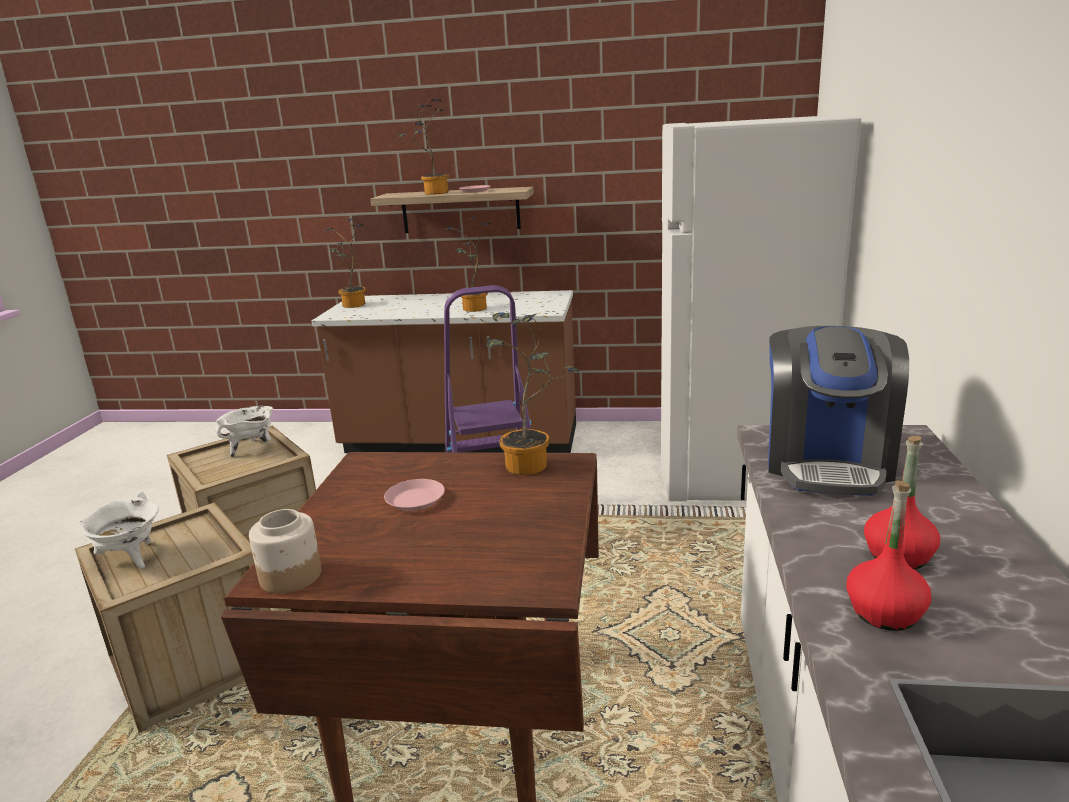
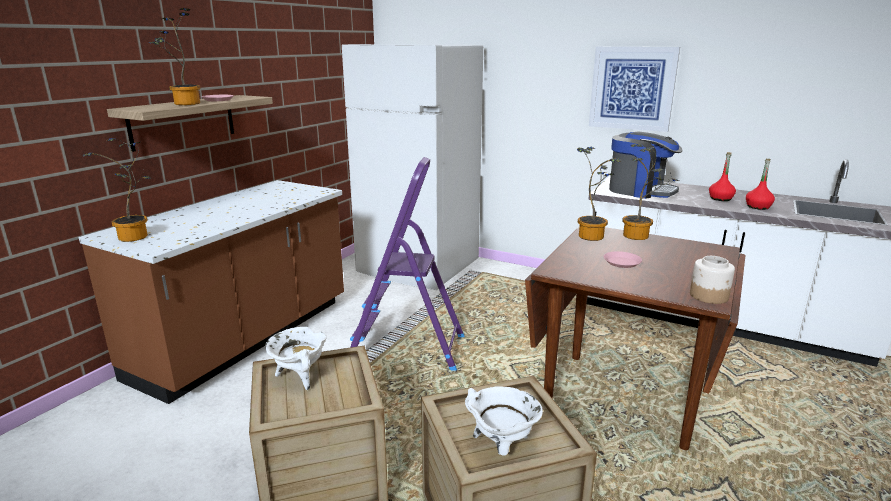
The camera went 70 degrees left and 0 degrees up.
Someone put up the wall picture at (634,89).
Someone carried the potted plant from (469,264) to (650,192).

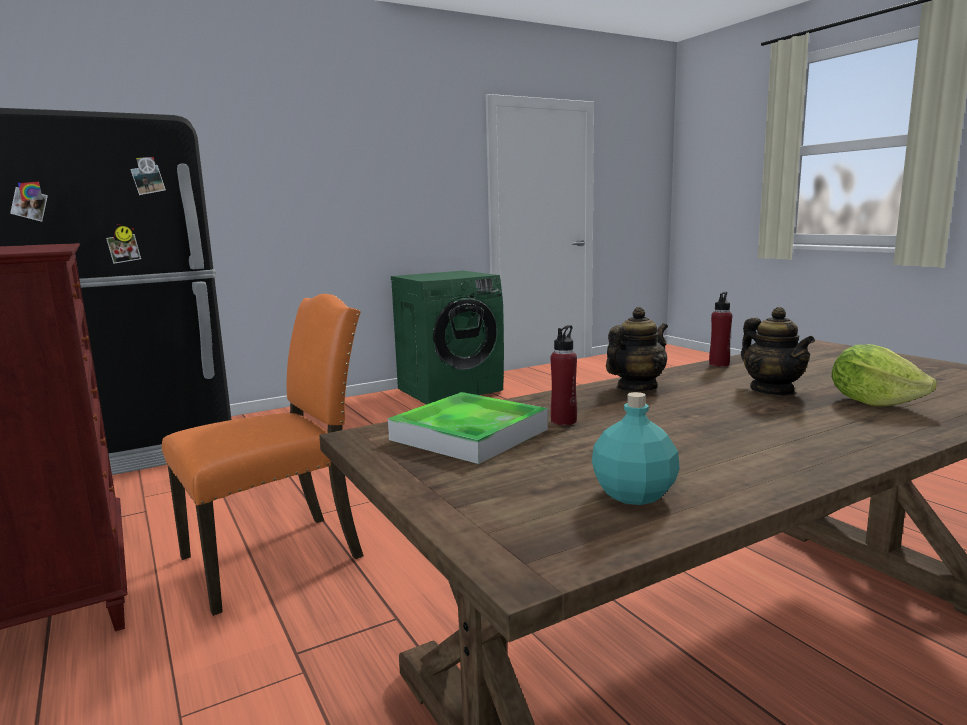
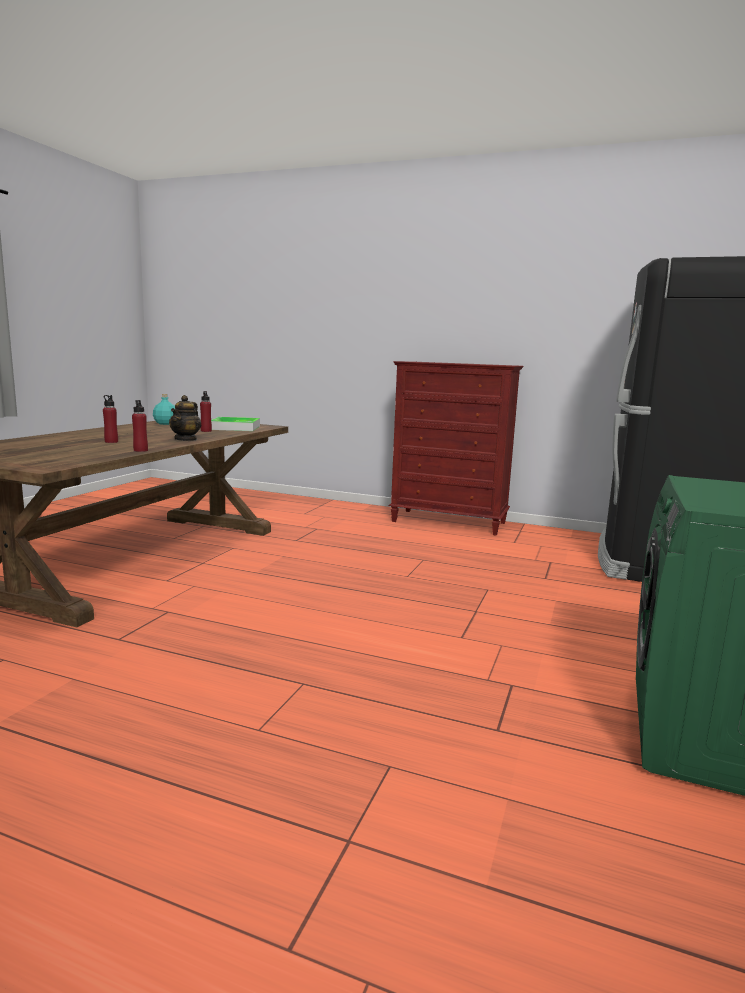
The camera went 140 degrees right and 0 degrees up.
Someone swapped the pot for tea at (778,351) for the red bottle at (110,419).
Someone took away the orange-coloured chair at (263,455).
Someone took away the head of lettuce at (884,375).

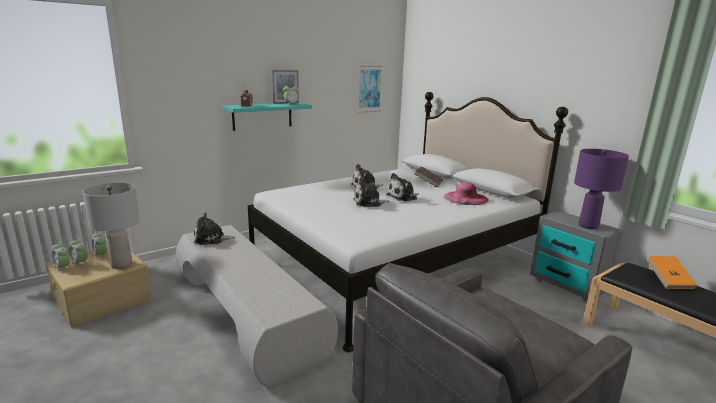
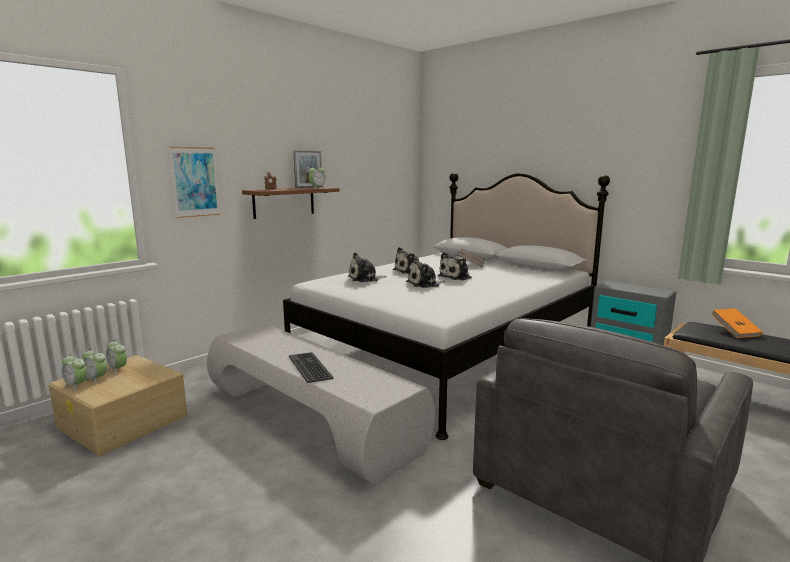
The camera went 10 degrees left and 5 degrees down.
Someone carried the wall picture from (370,89) to (195,182).
Someone repainted the turquoise bracket shelf at (267,117), which became the brown bracket shelf at (290,203).
Someone put down the keyboard at (311,367).
Someone carried the plush toy from (214,228) to (367,267).
Someone took away the gray lamp for a table at (111,226).
Someone took away the pinkish clothing hat at (466,193).
Someone took away the purplish lamp for a table at (601,189).

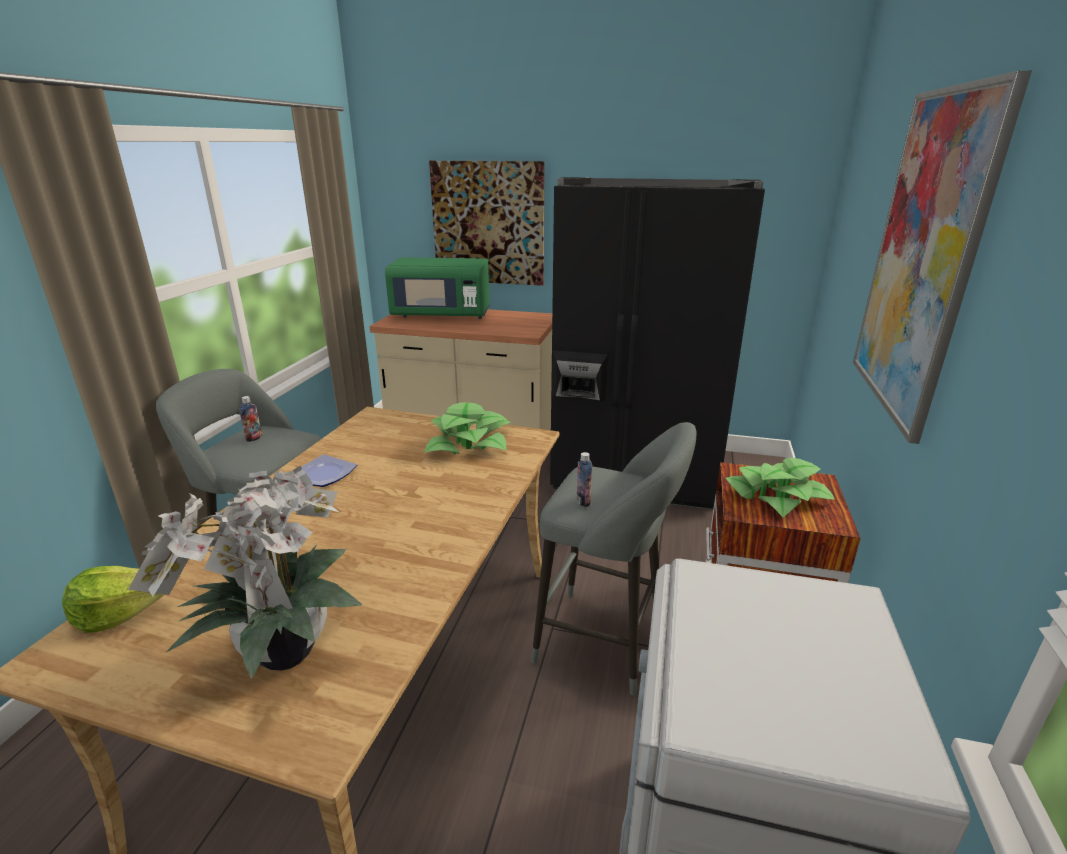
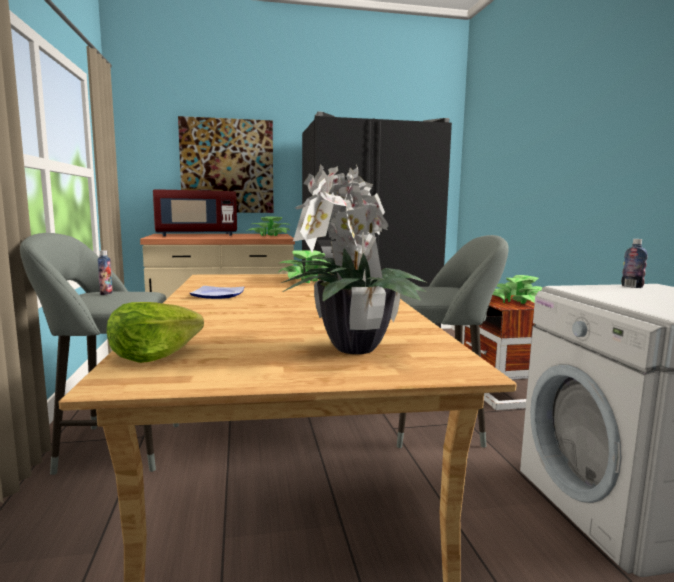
The camera went 25 degrees left and 15 degrees down.
Someone repainted the green-coloured microwave at (437,288), which became the red microwave at (195,212).
Someone put down the potted plant at (268,226).
Someone carried the bottle from (584,479) to (634,263).
Someone took away the wall picture at (942,257).

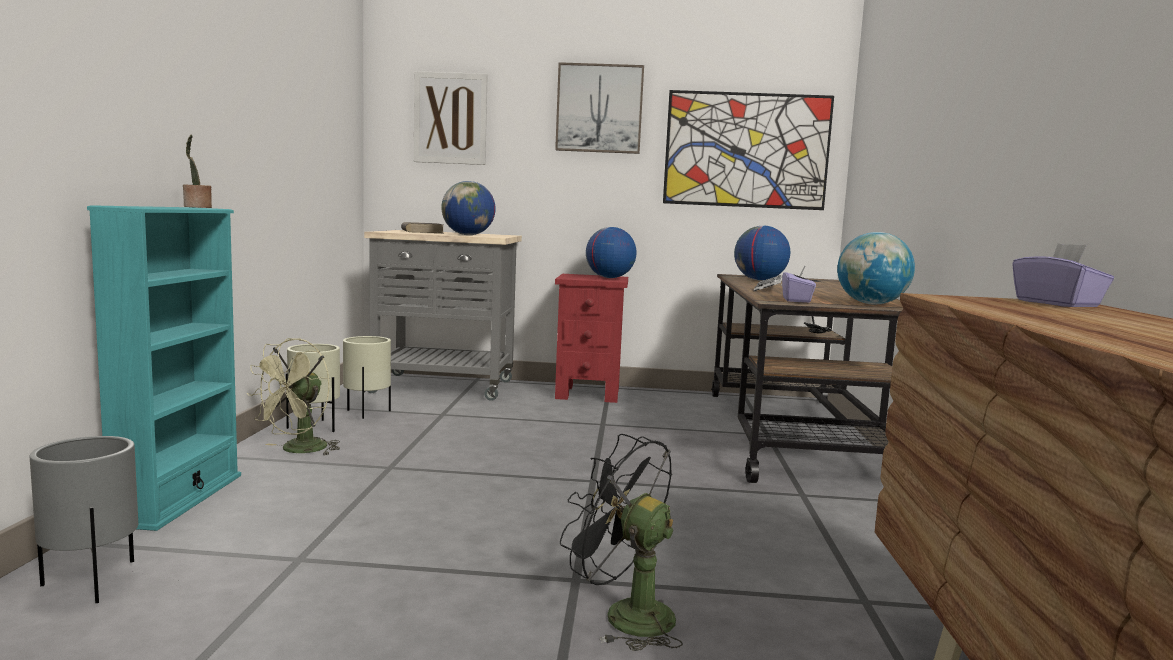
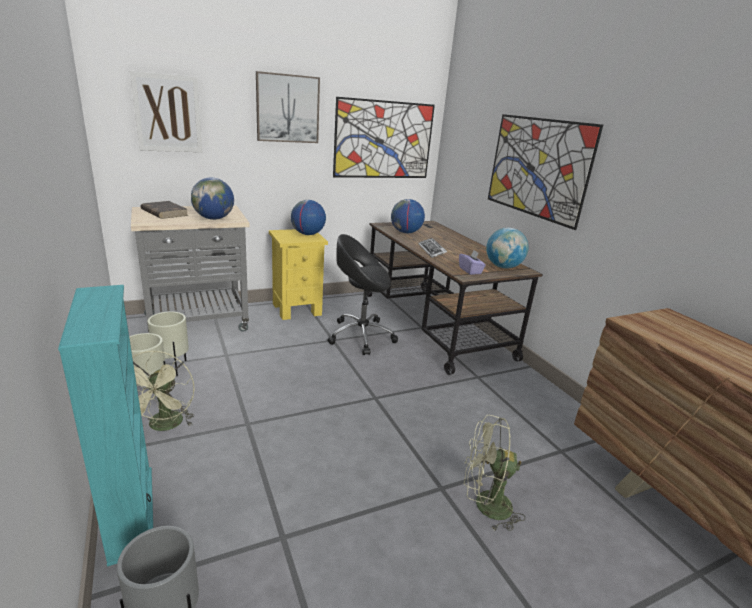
The camera went 30 degrees left and 15 degrees up.
Someone repainted the red nightstand at (591,338), which became the yellowish nightstand at (298,274).
Someone put down the blackish office chair at (363,294).
Someone repainted the blackish electric fan at (621,542), which became the green-coloured electric fan at (494,473).
Someone put up the wall picture at (545,172).
Someone took away the potted plant at (197,171).
Someone took away the purplish tissue box at (1063,275).

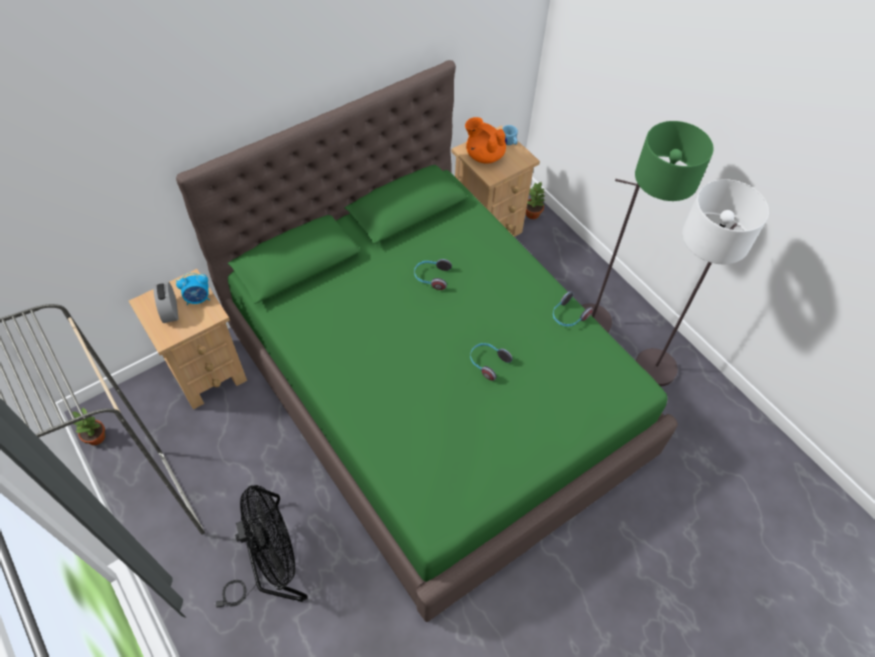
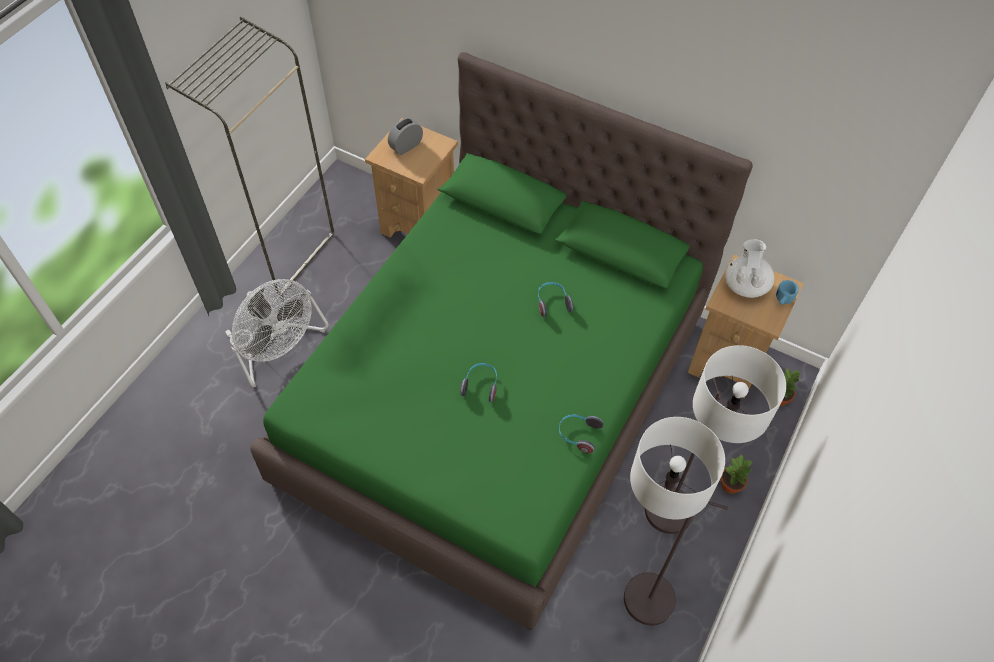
The camera went 65 degrees right and 0 degrees up.
Someone repainted the blackish electric fan at (261,546), which became the white-coloured electric fan at (276,333).
Someone repainted the green-coloured standing lamp at (647,227), which became the white-coloured standing lamp at (715,439).
Someone carried the potted plant from (88,426) to (736,474).
Someone repainted the orange-coloured pot for tea at (485,140), which became the white-coloured pot for tea at (749,269).
Someone took away the bedside clock at (193,289).

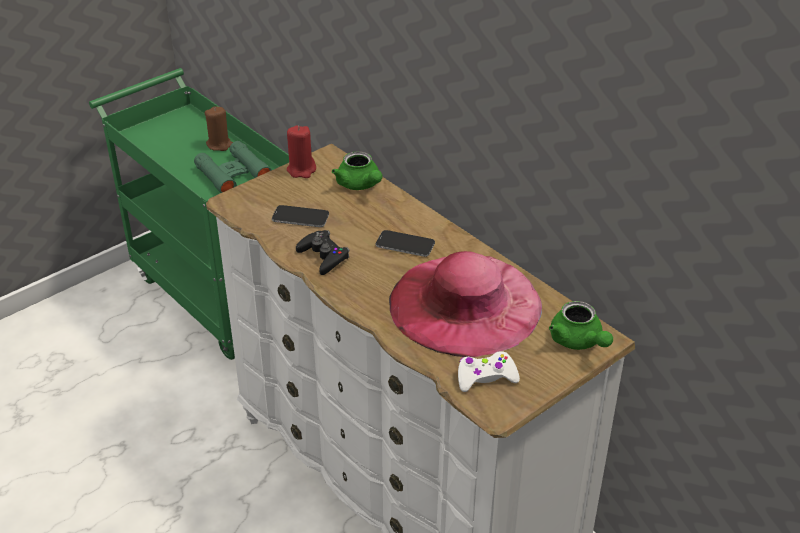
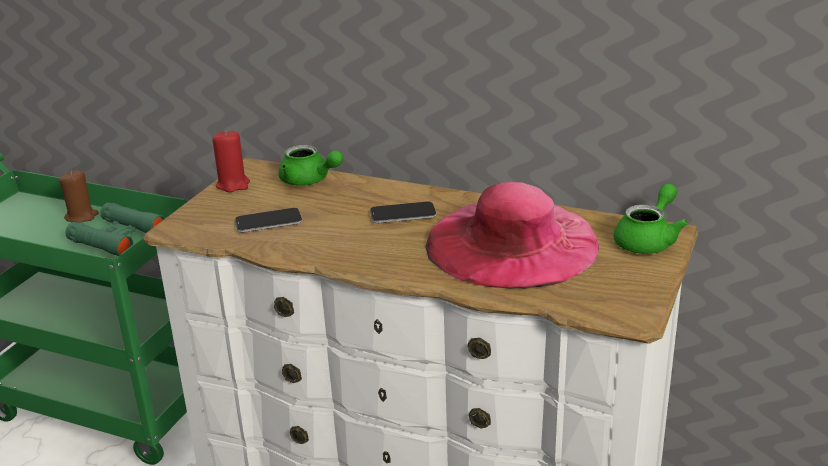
The camera went 25 degrees left and 10 degrees down.
Someone rotated the green-coloured pot for tea at (581,325) by 90 degrees counterclockwise.
Someone took away the blackish game controller at (322,252).
Someone took away the white-coloured game controller at (489,371).

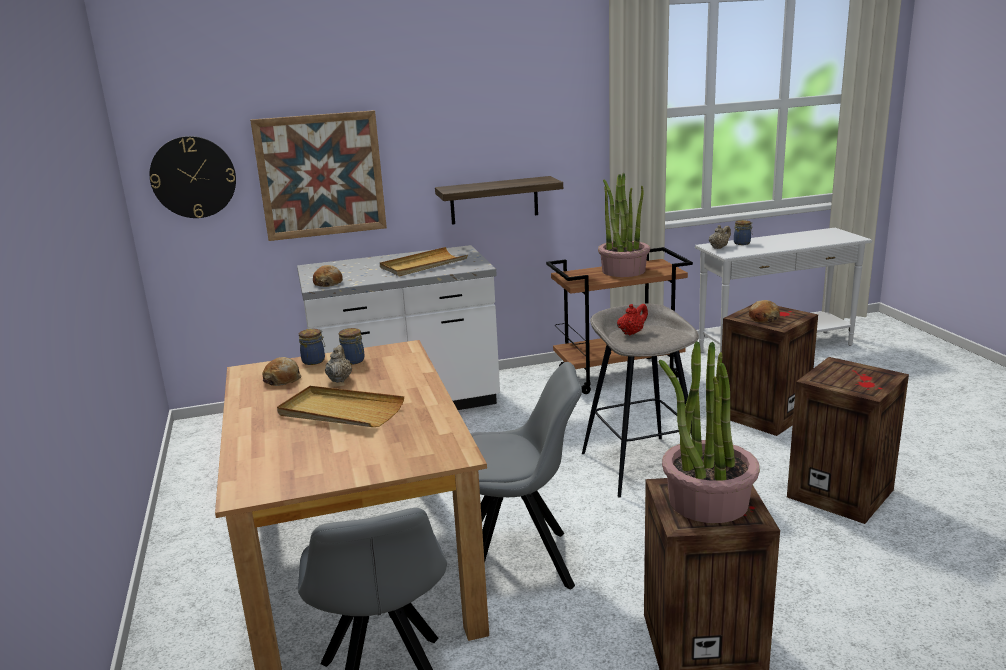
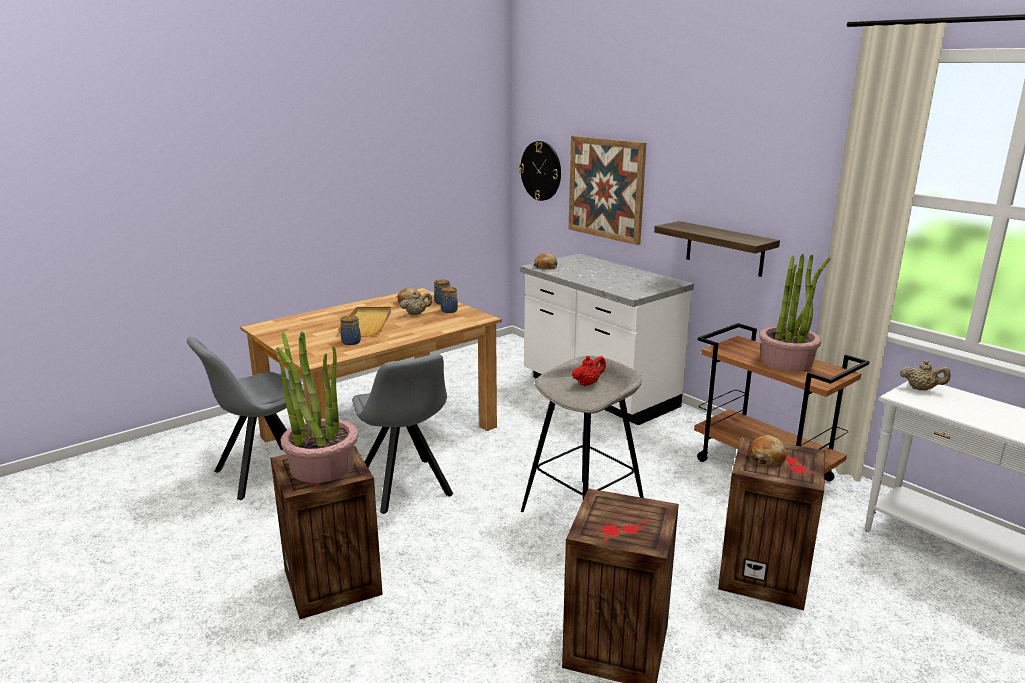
The camera went 65 degrees right and 0 degrees up.
Someone carried the jar from (743,232) to (350,330).
Someone rotated the red pot for tea at (632,320) by 60 degrees counterclockwise.
Someone took away the sand-coloured tray at (424,261).

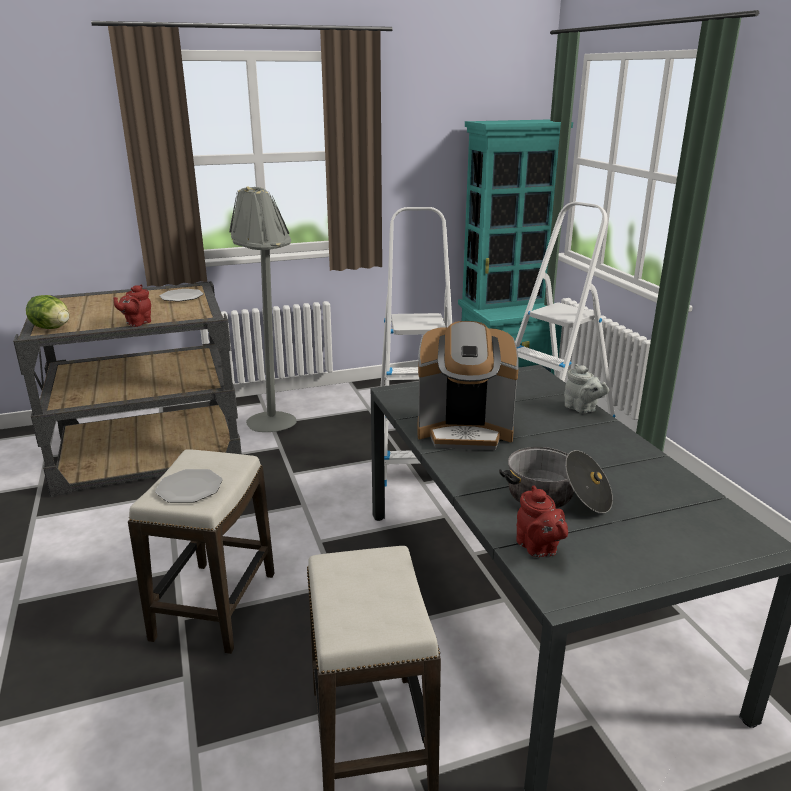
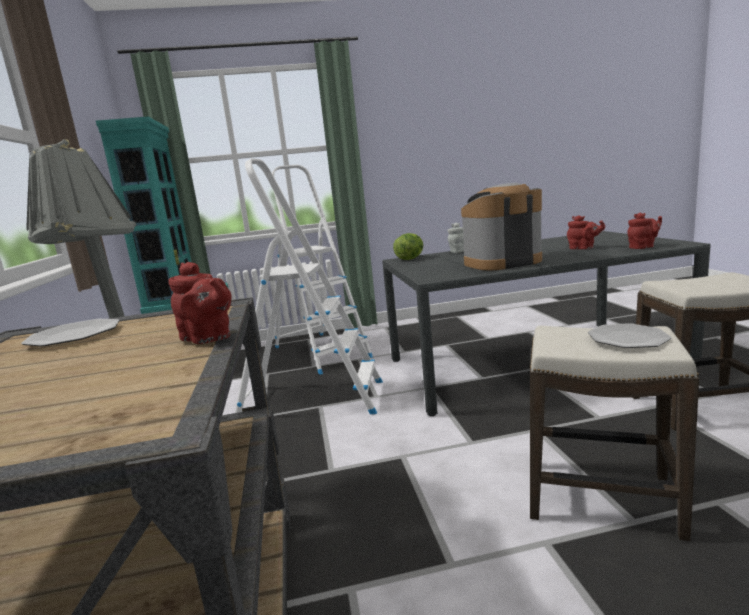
The camera went 80 degrees left and 10 degrees down.
Someone carried the head of lettuce from (47,312) to (408,246).
Someone rotated the coffee maker at (468,385) by 120 degrees counterclockwise.
Someone swapped the saucepot at (556,480) for the red pot for tea at (586,232).

